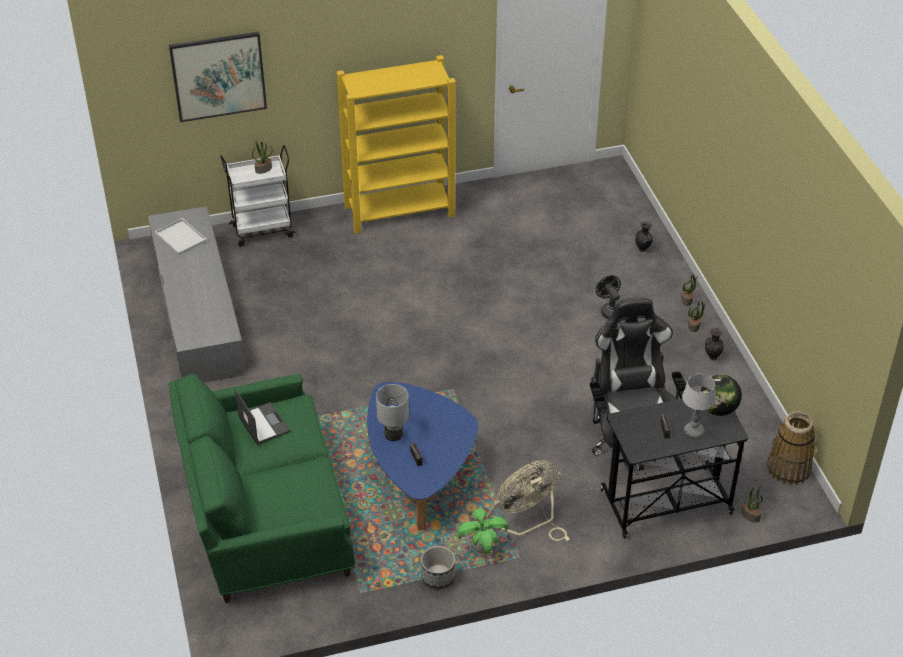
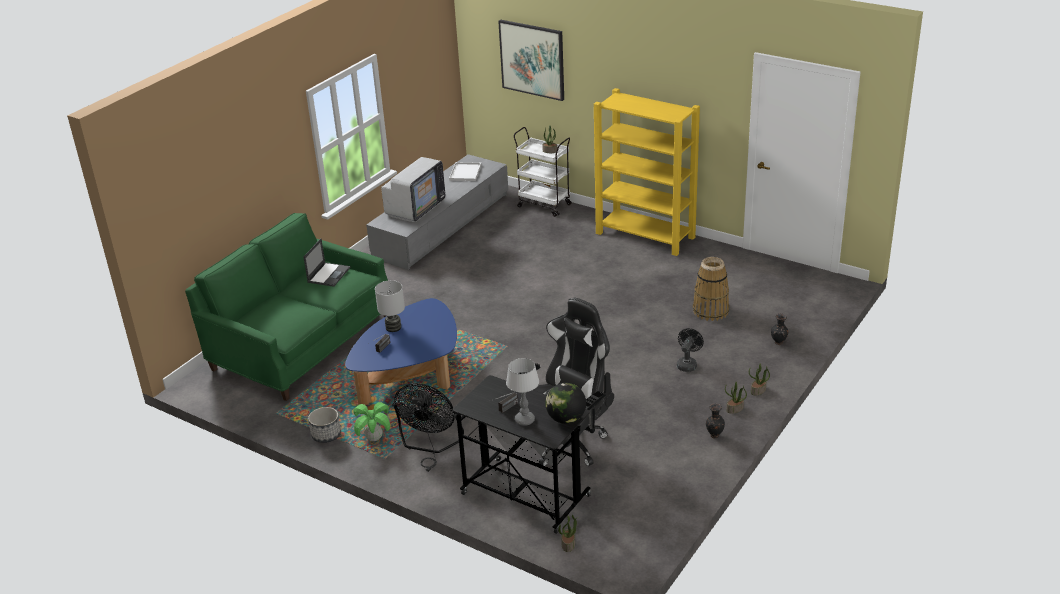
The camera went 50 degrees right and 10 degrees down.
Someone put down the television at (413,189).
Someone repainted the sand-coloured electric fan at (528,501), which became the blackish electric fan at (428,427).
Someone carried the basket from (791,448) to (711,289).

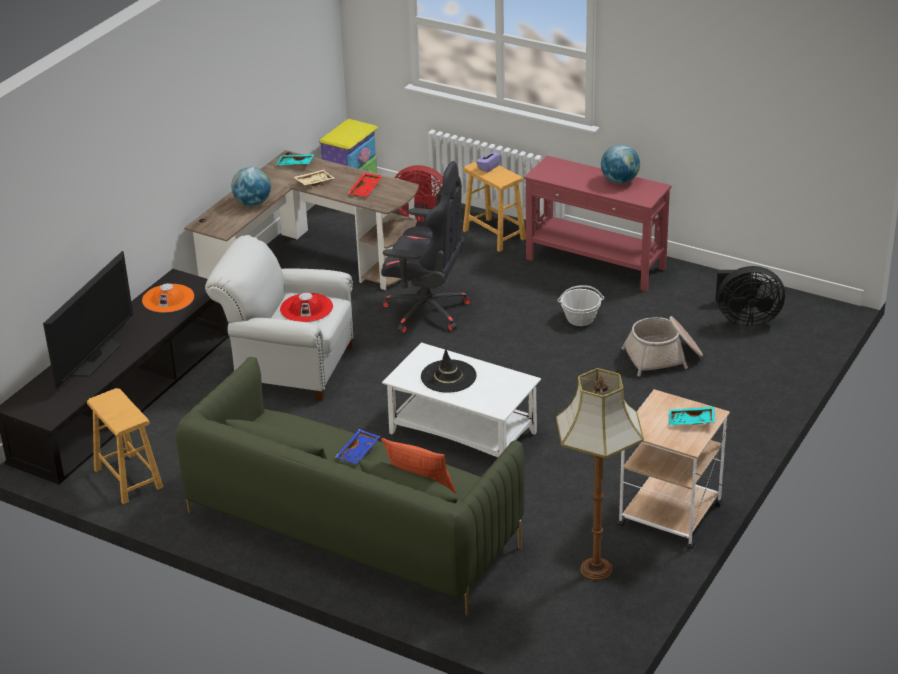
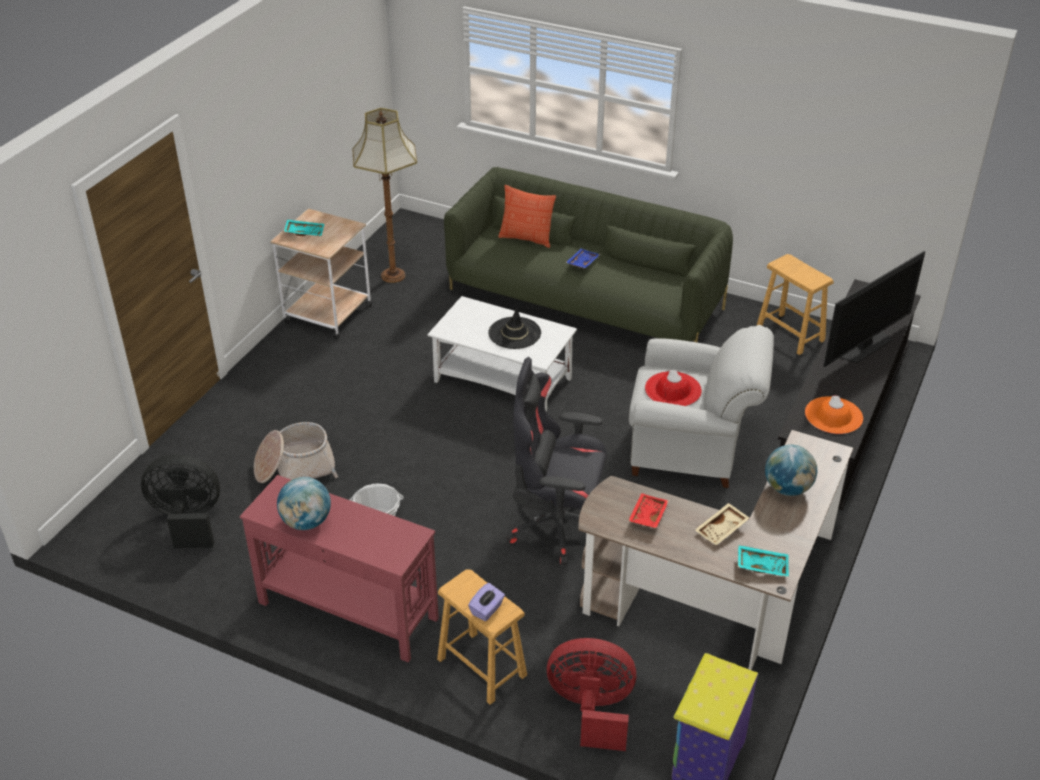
The camera went 175 degrees right and 5 degrees up.
Someone rotated the television at (88,320) by 150 degrees counterclockwise.

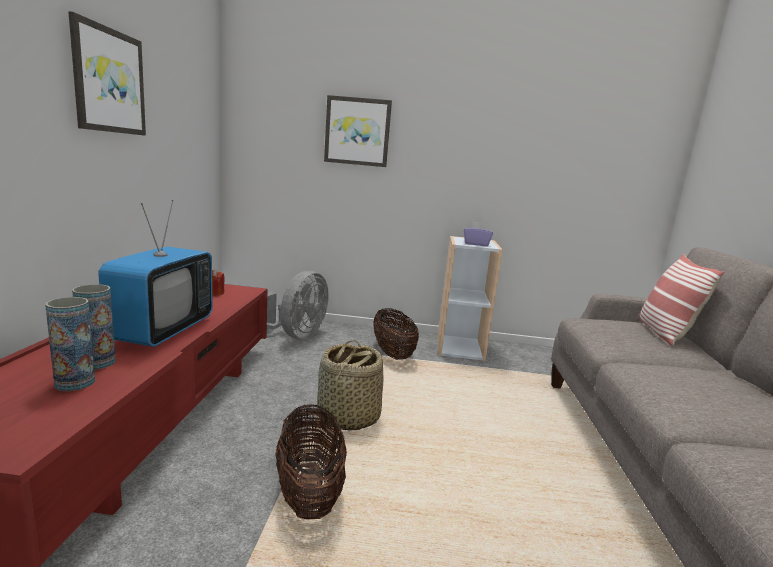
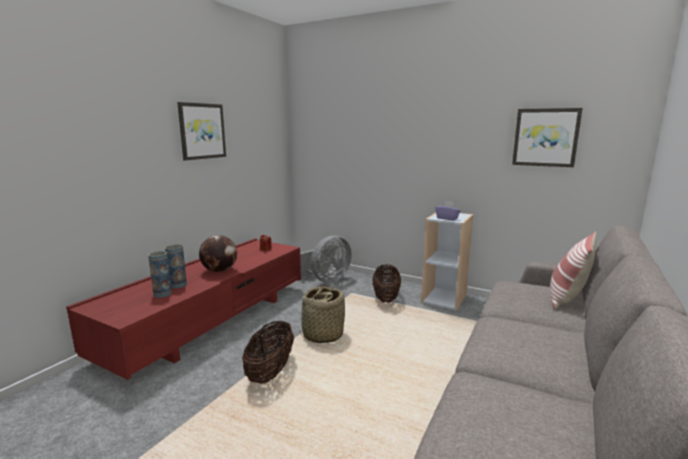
The camera went 25 degrees right and 0 degrees up.
Someone swapped the television at (155,273) for the world globe at (218,253).
Someone carried the wall picture from (358,131) to (547,137).

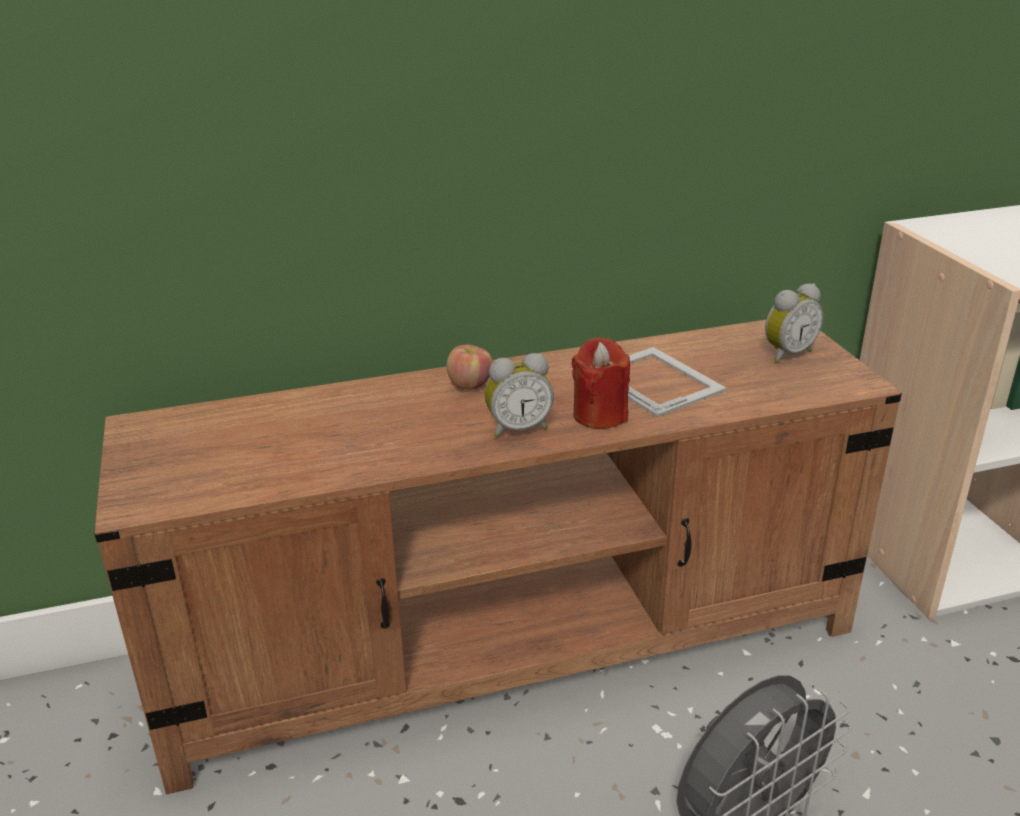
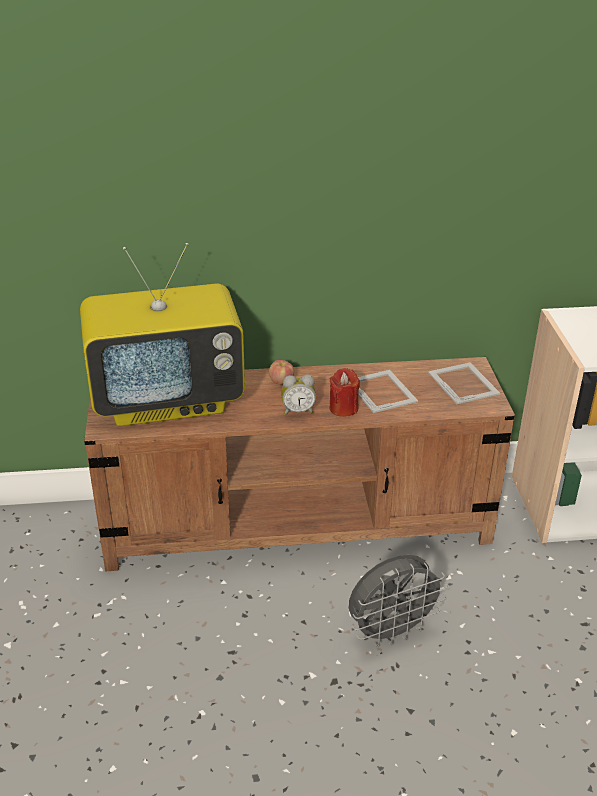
The camera went 10 degrees right and 5 degrees up.
Someone put down the television at (162,334).
Someone swapped the bedside clock at (794,323) for the picture frame at (464,383).

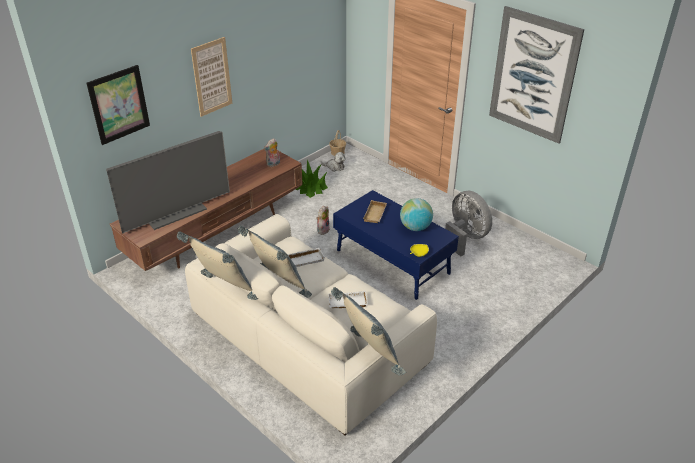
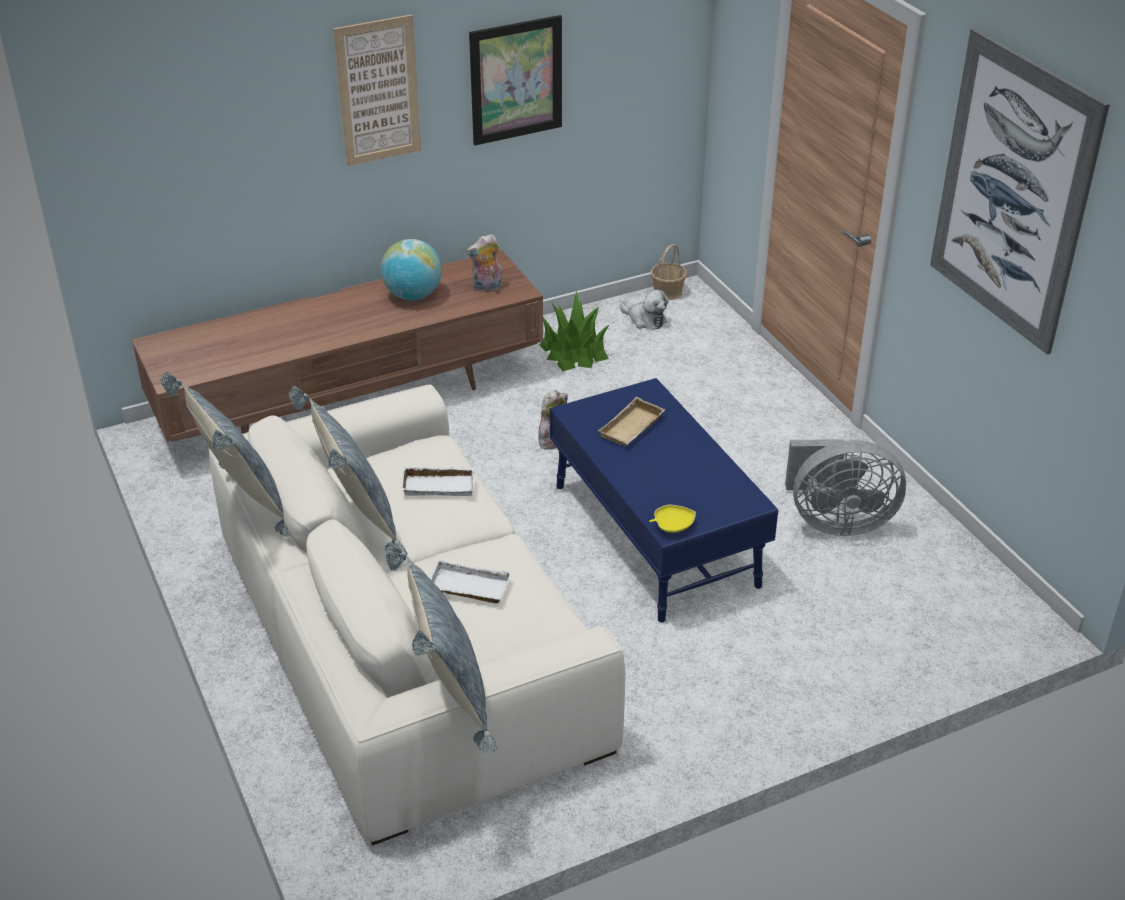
The camera went 20 degrees right and 0 degrees up.
Someone carried the world globe from (416,214) to (411,269).
Someone carried the wall picture from (118,105) to (515,80).
Someone rotated the gray electric fan at (468,223) by 105 degrees clockwise.
Someone took away the television at (168,182).

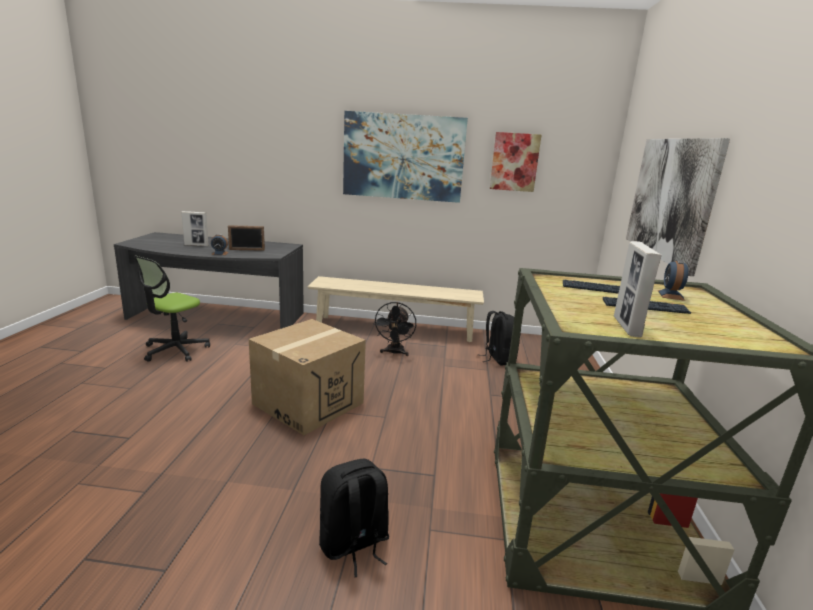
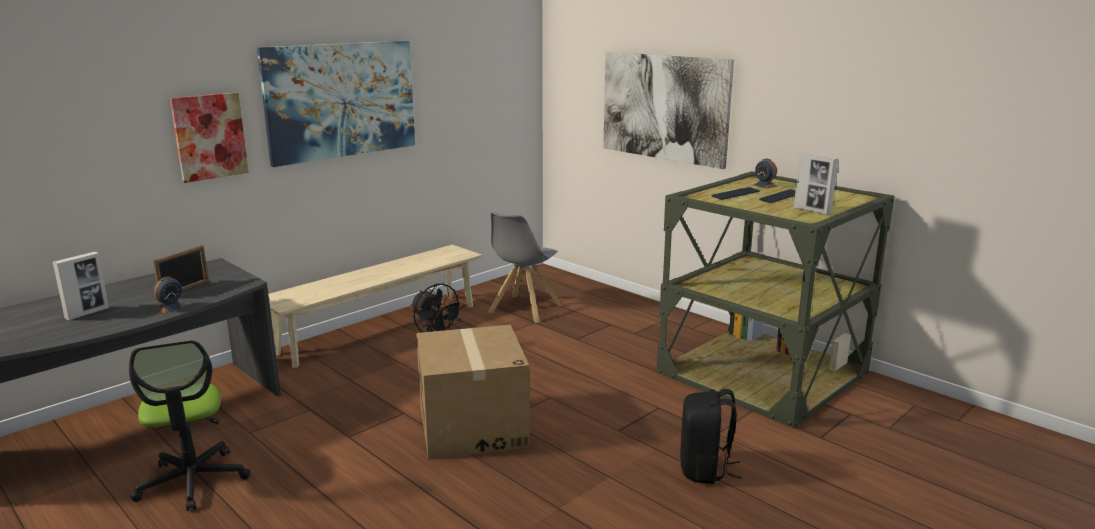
The camera went 50 degrees left and 0 degrees up.
Someone carried the wall picture from (516,162) to (209,137).
Someone swapped the blackish knapsack at (499,338) for the gray chair at (525,267).

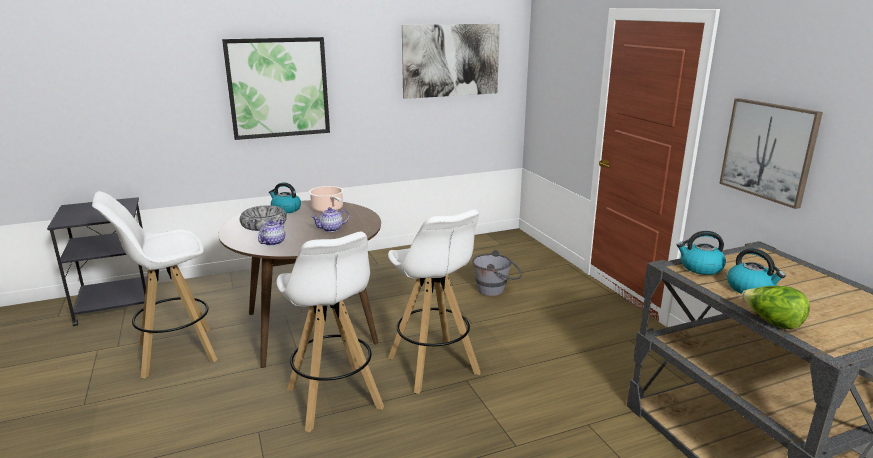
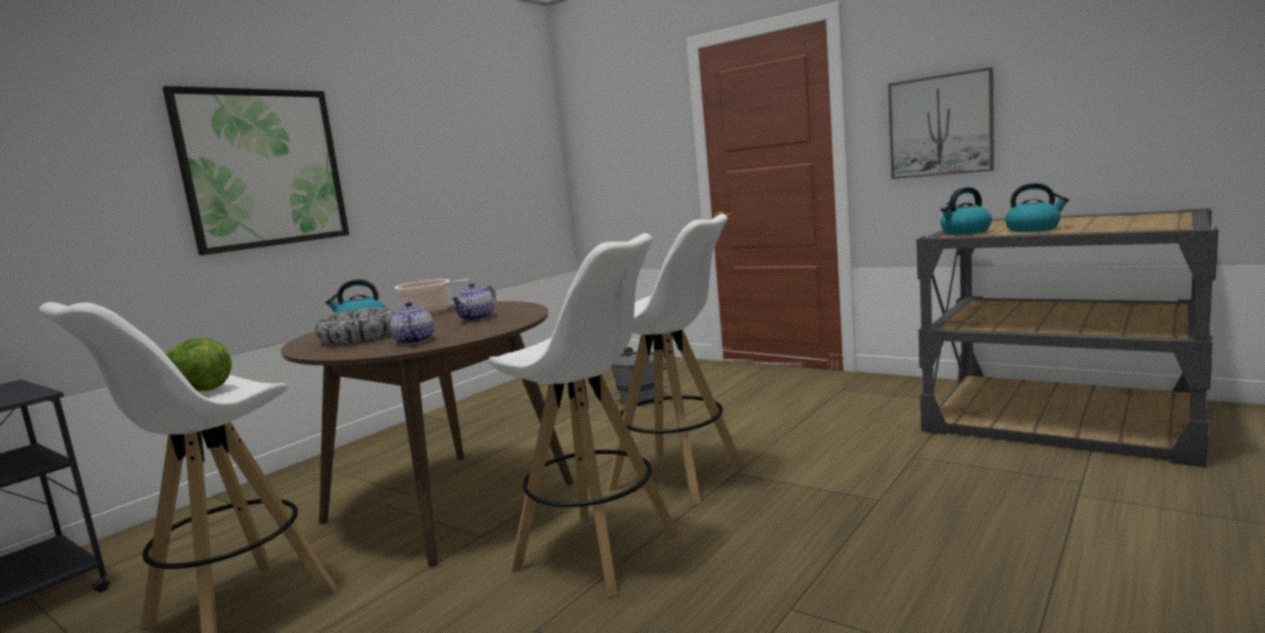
The camera went 30 degrees left and 10 degrees down.
Someone carried the head of lettuce from (776,308) to (199,364).
Someone took away the wall picture at (451,61).

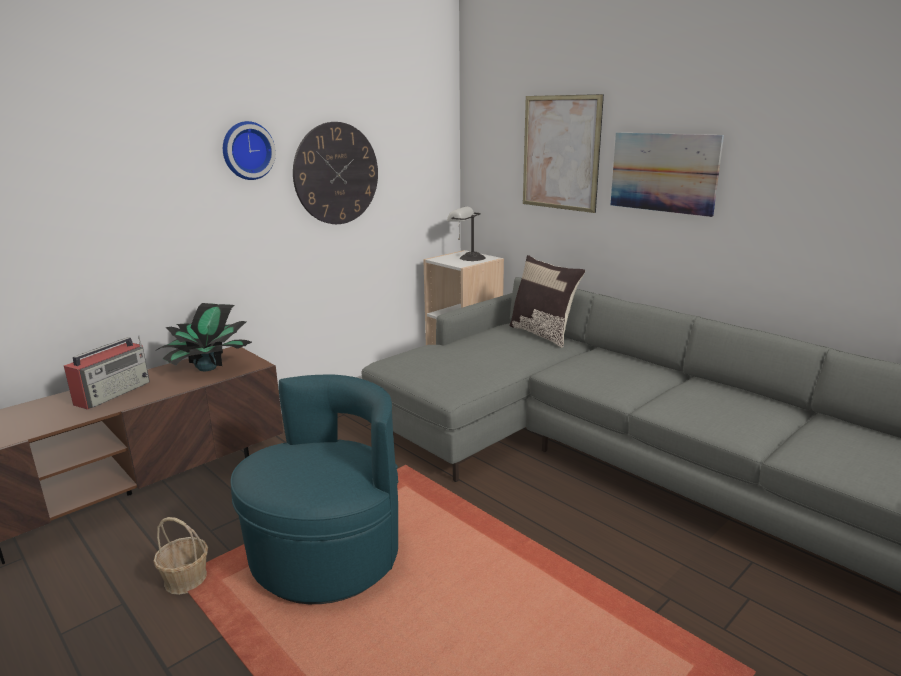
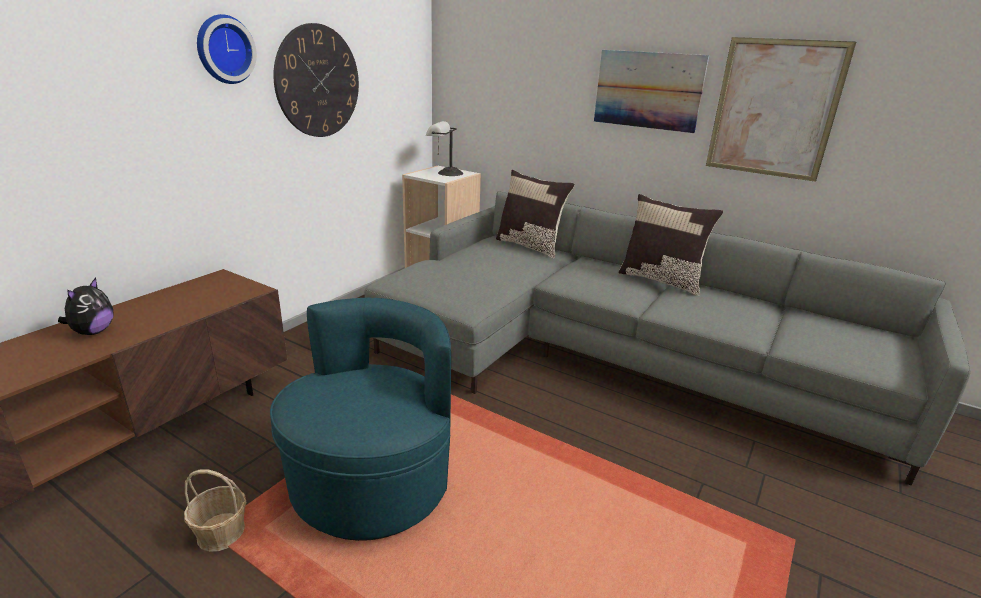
The camera went 15 degrees left and 5 degrees up.
Someone swapped the radio receiver at (107,372) for the plush toy at (86,306).
Someone put down the pillow at (670,245).
Someone carried the wall picture from (563,153) to (781,109).
Someone took away the potted plant at (204,337).

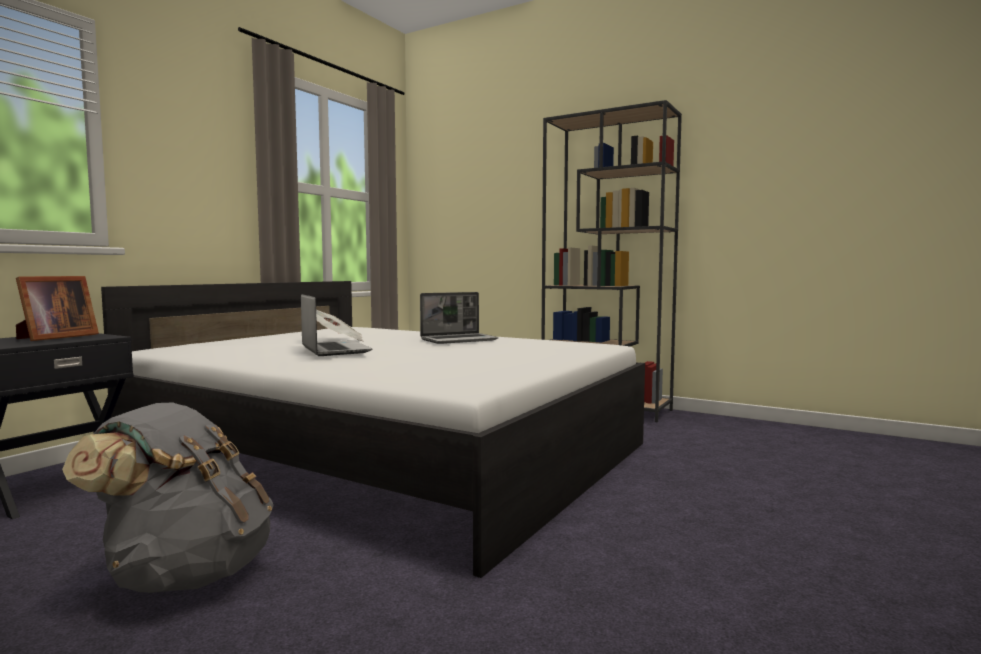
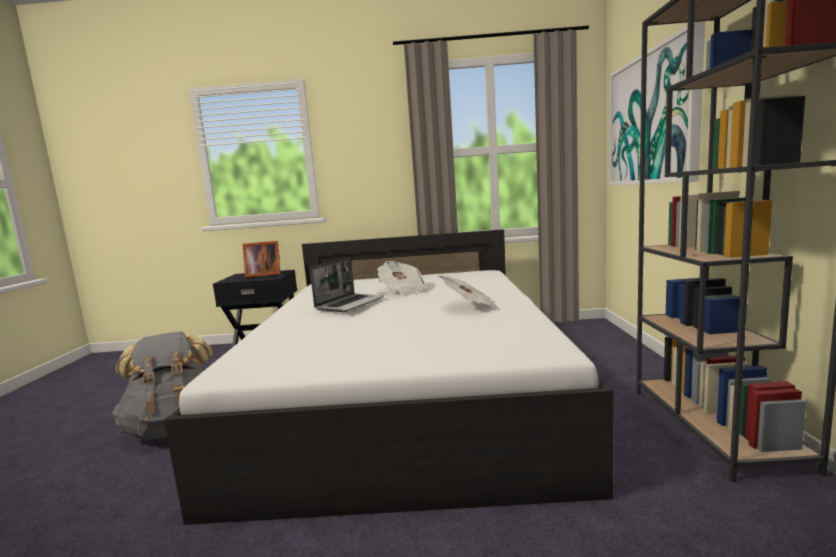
The camera went 60 degrees right and 5 degrees up.
Someone swapped the notebook computer at (459,318) for the printed paper at (468,291).
Someone put up the wall picture at (657,103).

